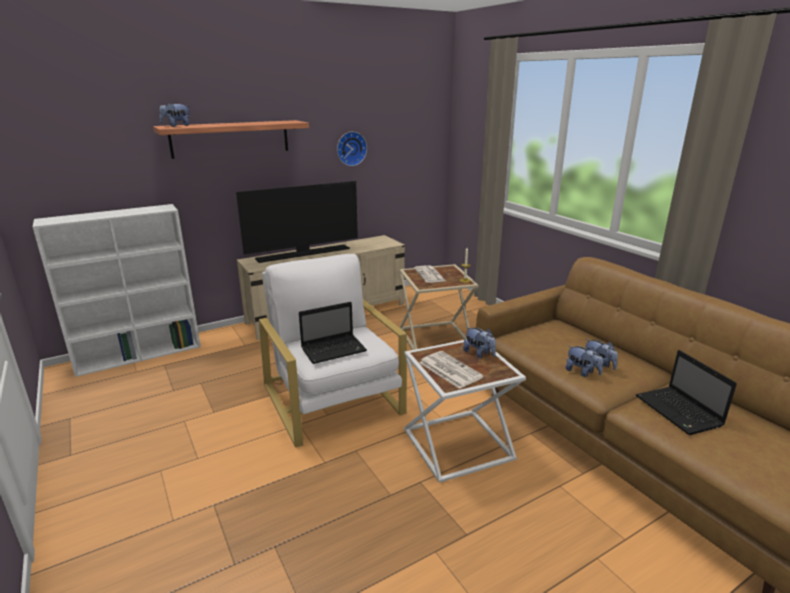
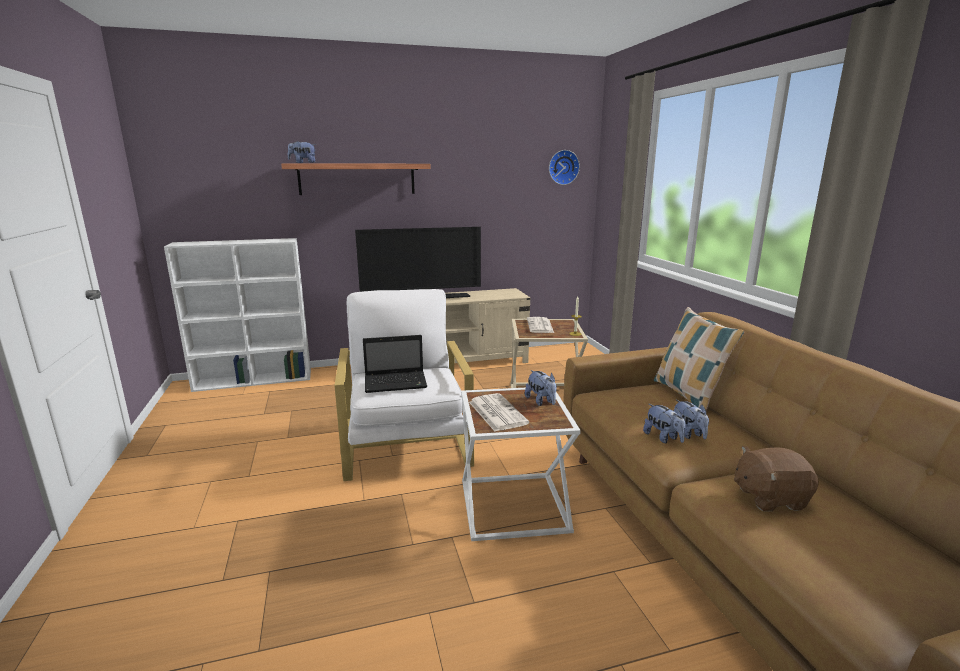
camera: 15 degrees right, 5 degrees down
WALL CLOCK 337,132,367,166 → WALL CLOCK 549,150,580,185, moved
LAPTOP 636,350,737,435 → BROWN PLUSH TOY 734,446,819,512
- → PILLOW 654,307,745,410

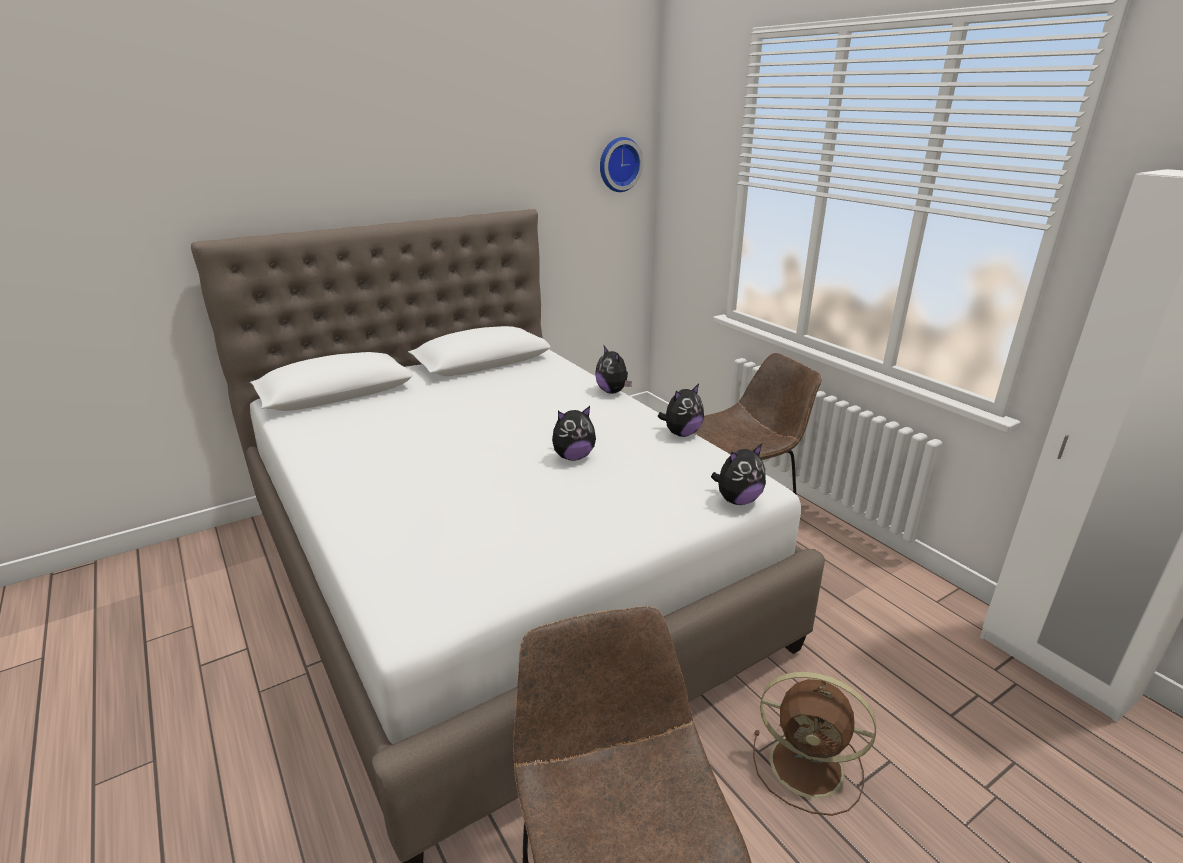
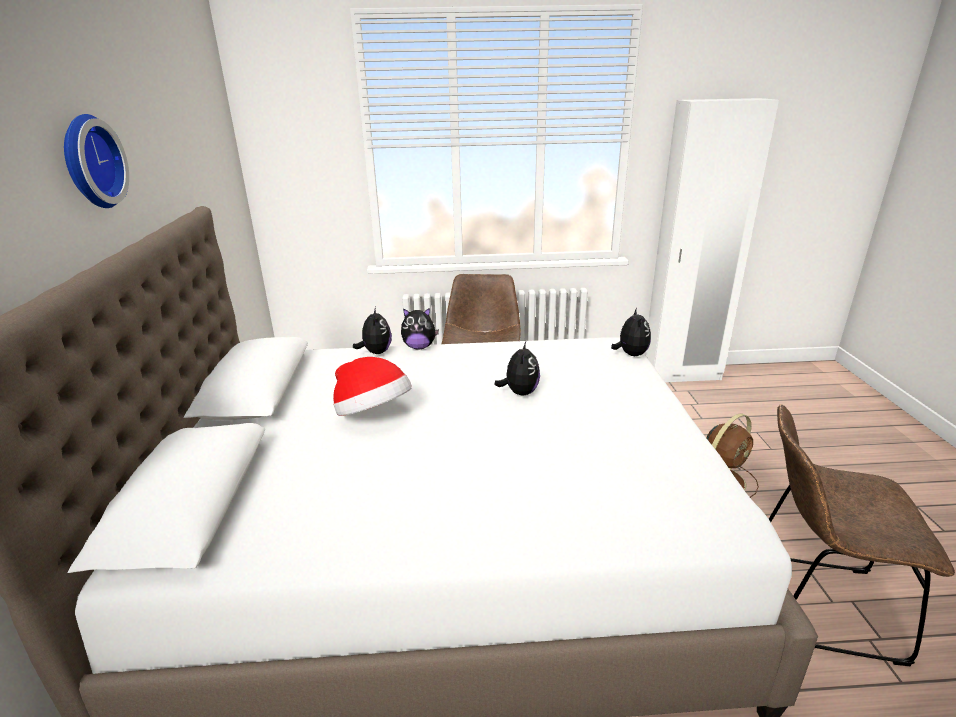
camera: 60 degrees left, 0 degrees up
WALL CLOCK 600,137,643,192 → WALL CLOCK 64,114,129,208, moved
PLUSH TOY 658,384,704,437 → PLUSH TOY 353,307,392,354, moved
- → HAT 333,357,412,416

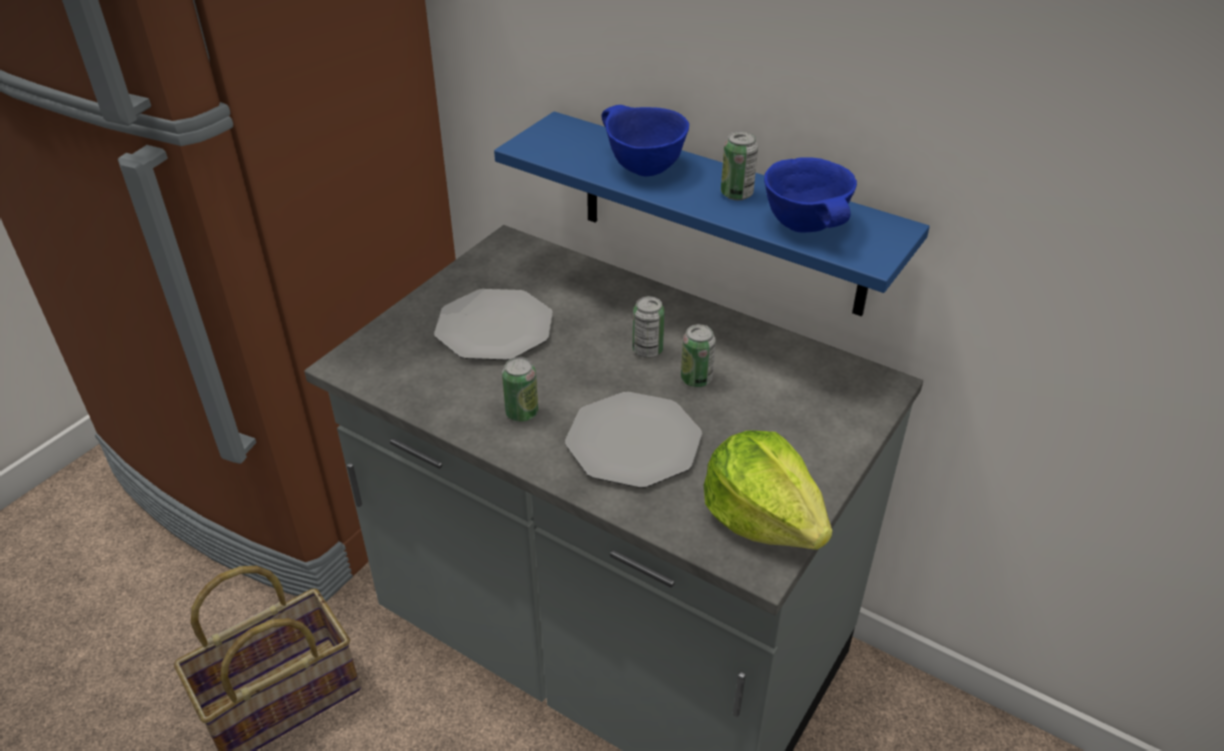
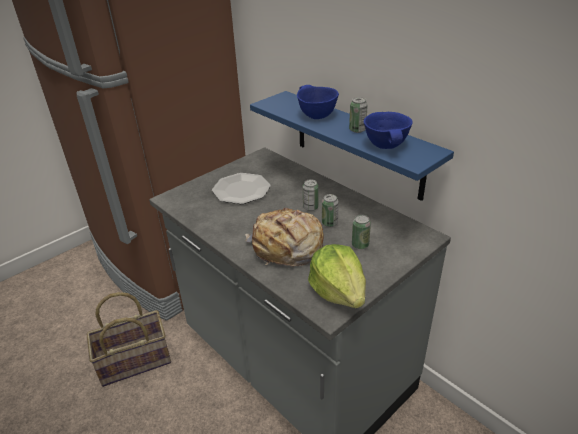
camera: 15 degrees right, 5 degrees down
CAN 502,357,538,422 → CAN 352,215,371,249, moved
PLATE 565,392,702,488 → BREAD 245,208,324,267

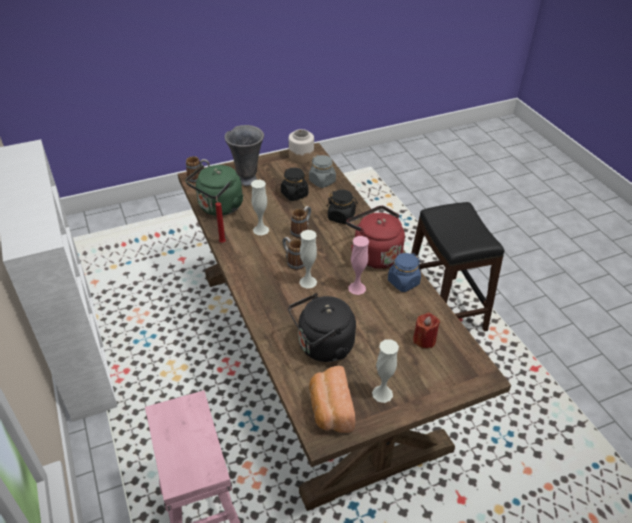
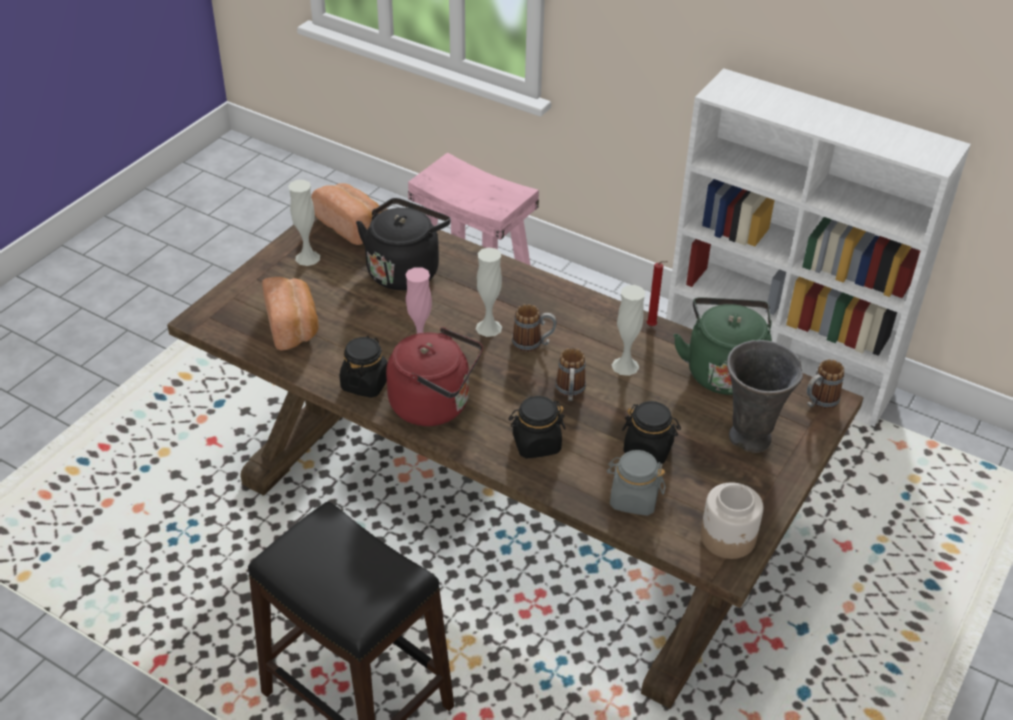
camera: 145 degrees right, 0 degrees up
BLUE JAR 388,253,421,292 → BLACK JAR 340,336,388,398
RED CANDLE 413,313,440,348 → BREAD 262,277,319,351

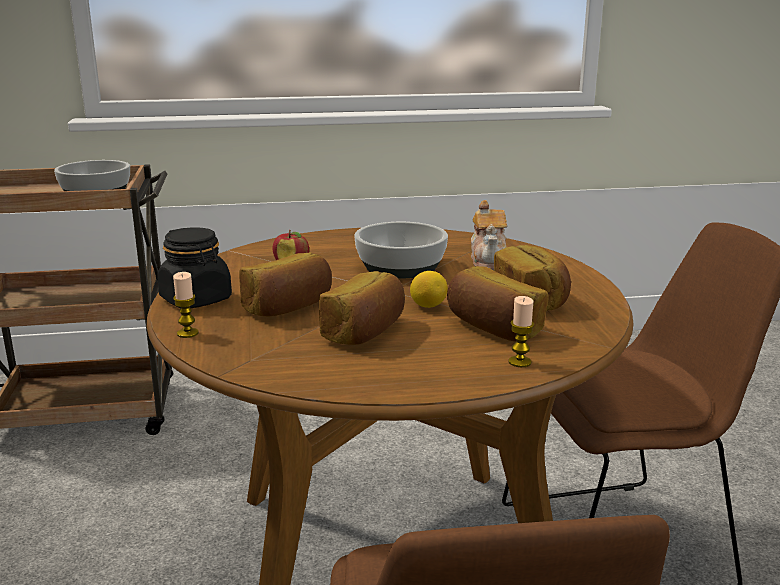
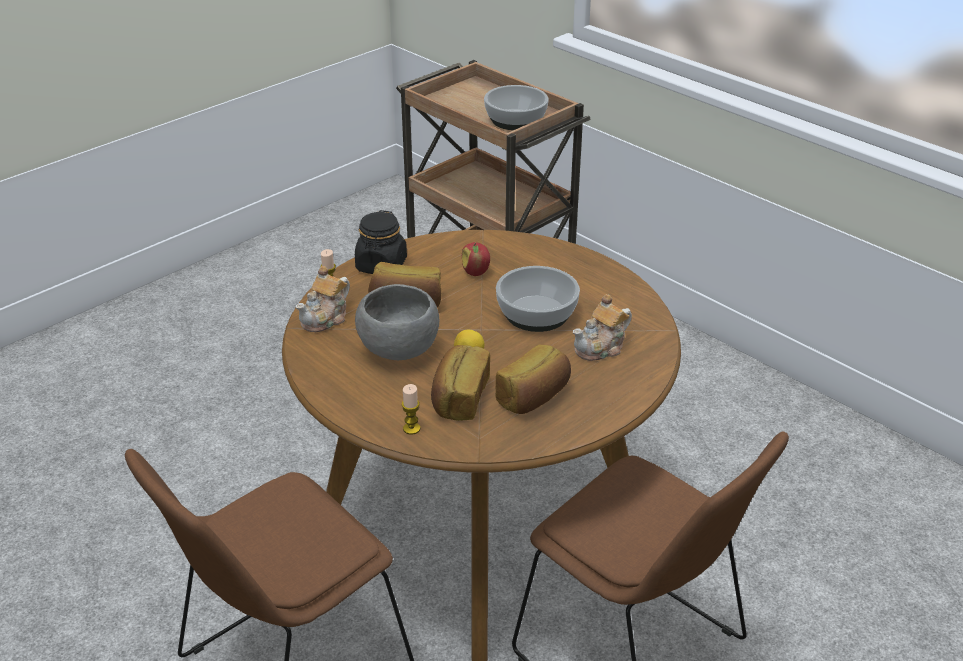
camera: 55 degrees right, 15 degrees up
BREAD 319,271,405,345 → GREY BOWL 355,284,439,360
- → TEAPOT 296,266,350,332

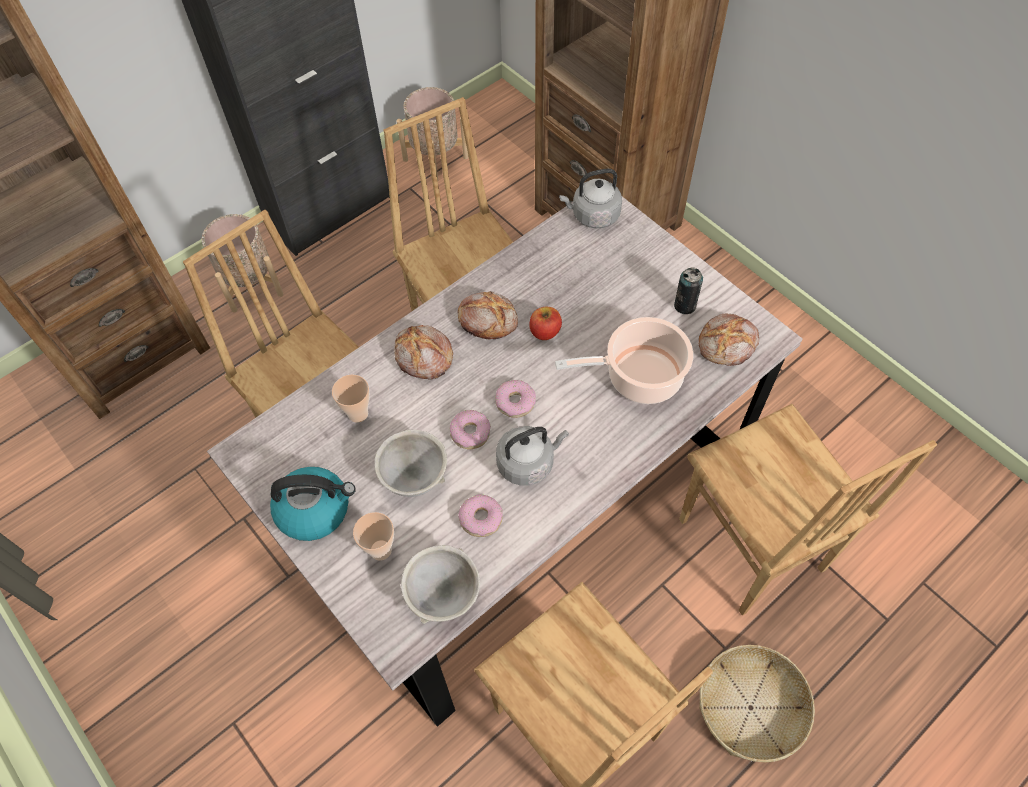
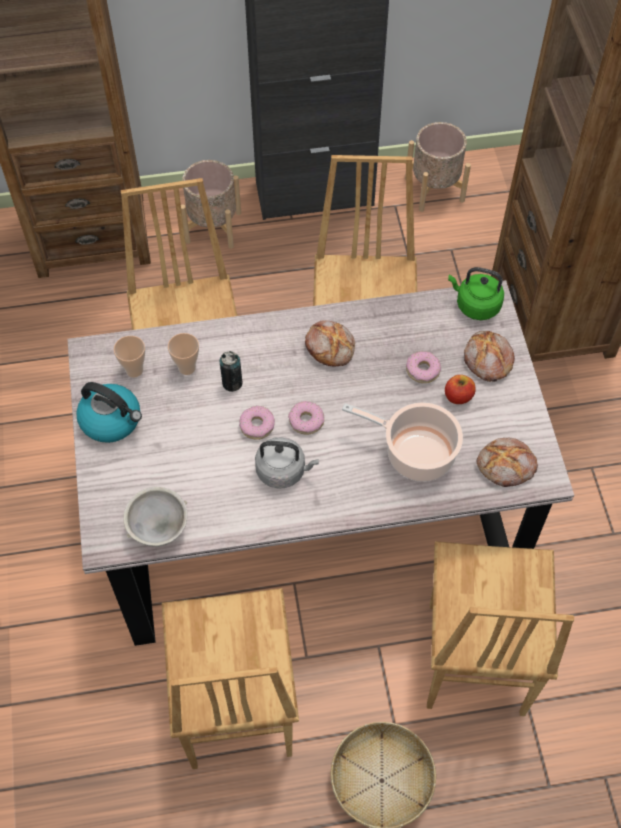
camera: 30 degrees right, 0 degrees up
CUP 353,512,394,561 → CUP 114,336,145,378, moved
GREY BOWL 374,430,447,497 → -
BREAD 394,325,453,380 → BREAD 464,331,515,382, moved
DONUT 458,494,503,537 → DONUT 406,351,441,383, moved
APPLE 529,307,562,340 → APPLE 445,375,476,404, moved
GREY KETTLE 559,169,622,228 → GREEN KETTLE 448,267,504,320
CAN 674,268,703,314 → CAN 220,351,242,392, moved

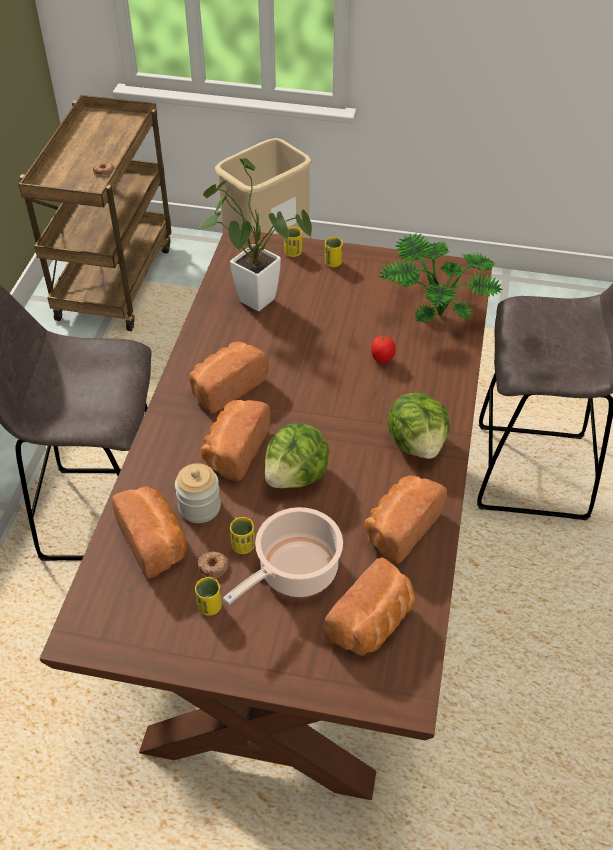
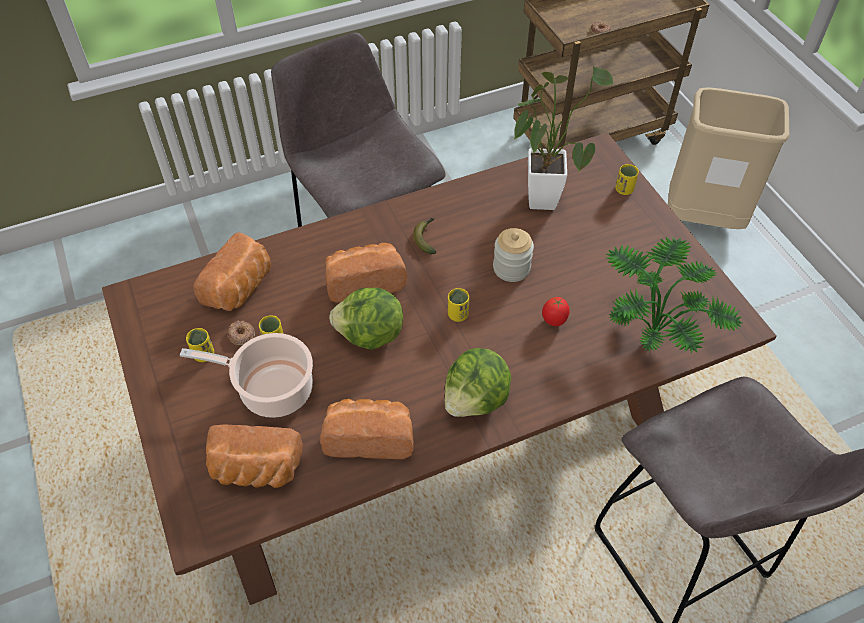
camera: 55 degrees right, 5 degrees up
JAR 175,463,221,523 → JAR 493,228,534,282, moved
BREAD 189,341,269,413 → BANANA 413,218,436,254
YELLOW CUP 325,237,343,267 → YELLOW CUP 448,288,469,322, moved

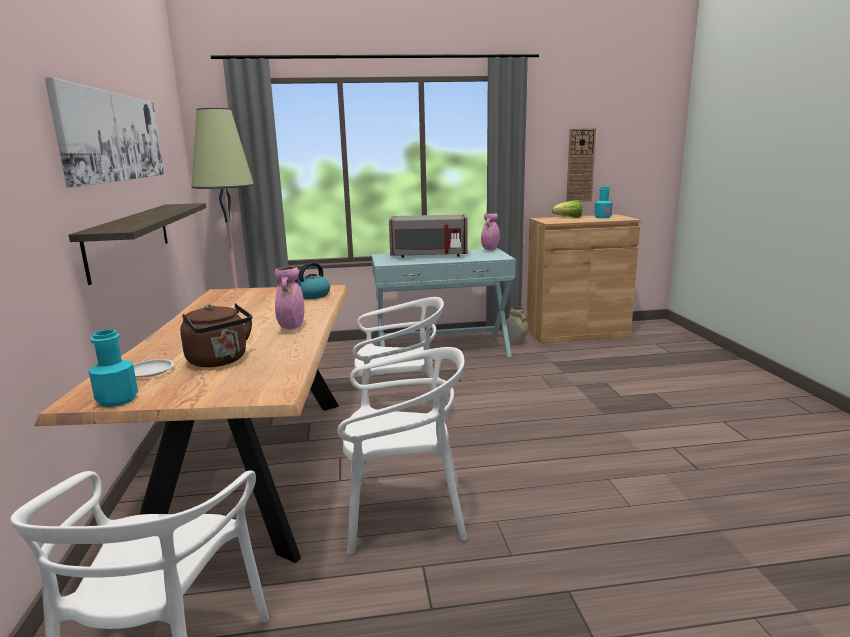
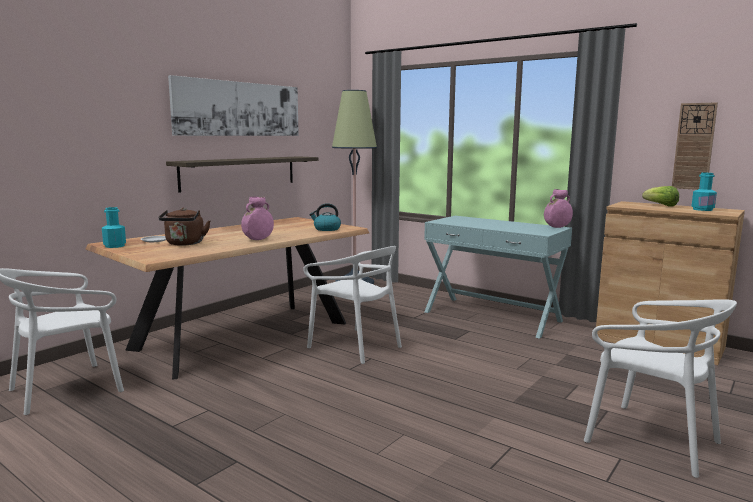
camera: 45 degrees right, 5 degrees down
WHITE CHAIR 337,347,467,554 → WHITE CHAIR 584,299,737,478, moved
GREY MICROWAVE 389,214,468,258 → -
BEIGE VASE 506,306,528,342 → -

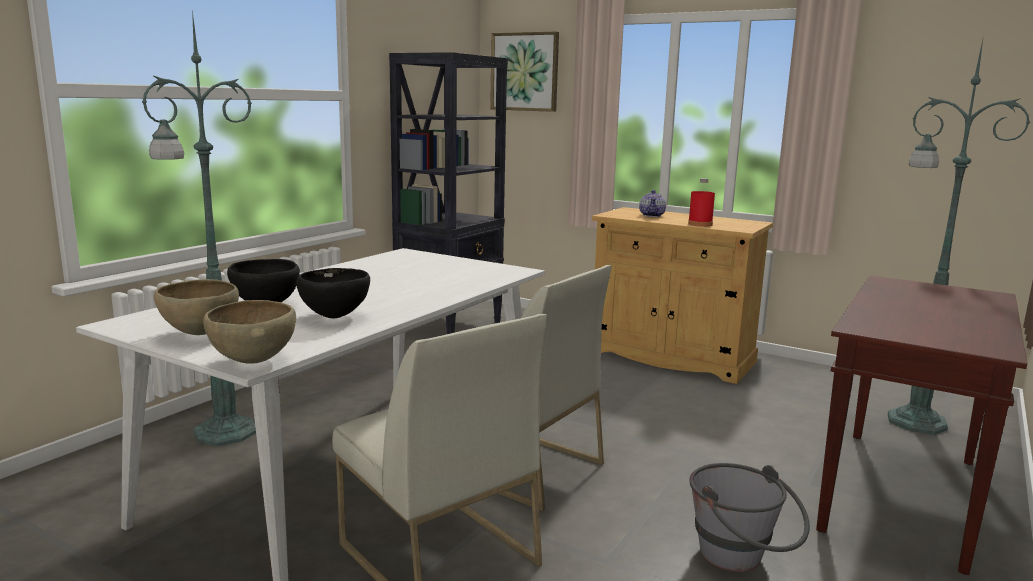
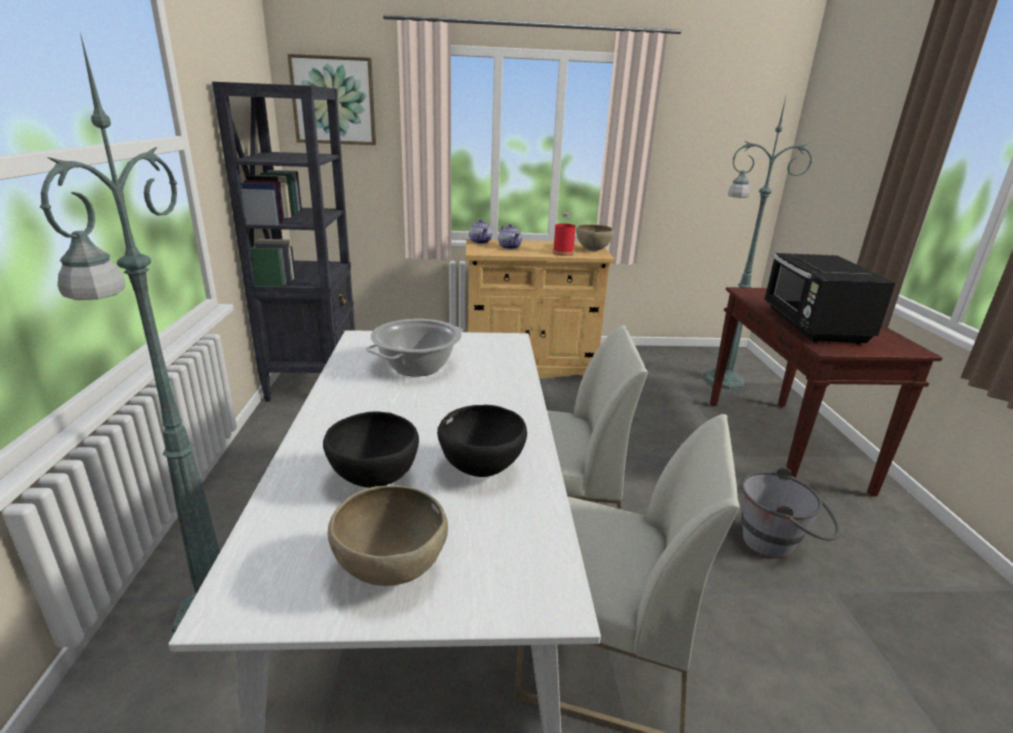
camera: 35 degrees left, 10 degrees up
BROWN BOWL 203,300,296,364 → BROWN BOWL 576,224,614,251, moved
- → COOKING POT 366,319,463,377
- → TEAPOT 469,219,492,244
- → BLACK MICROWAVE 764,253,895,344

